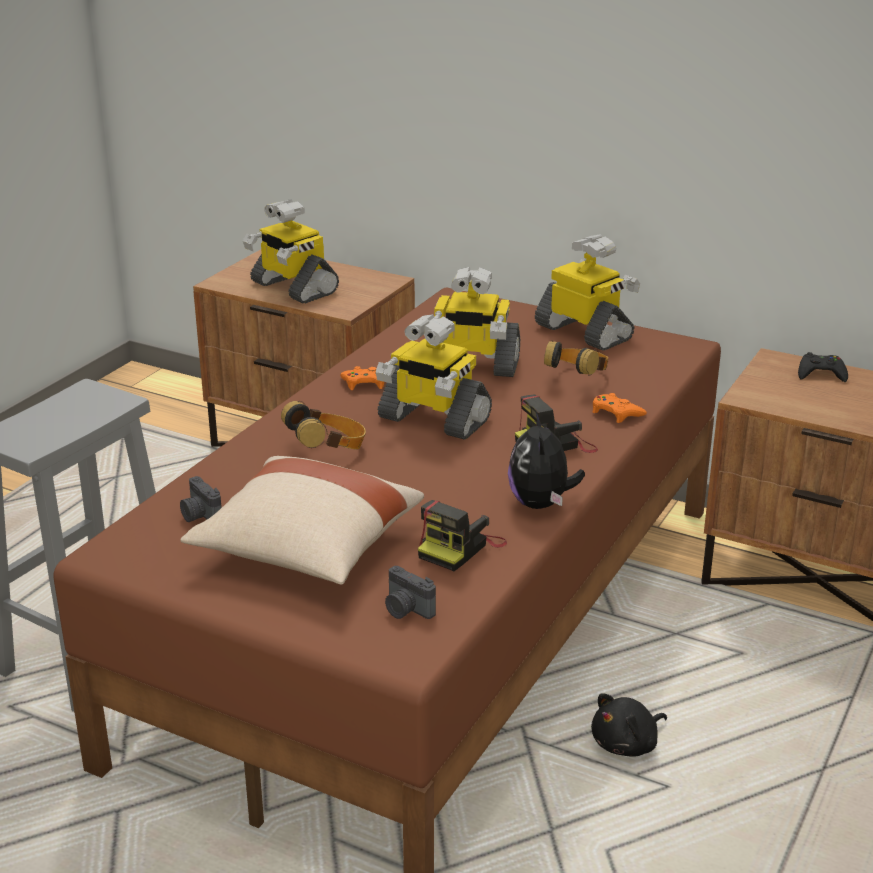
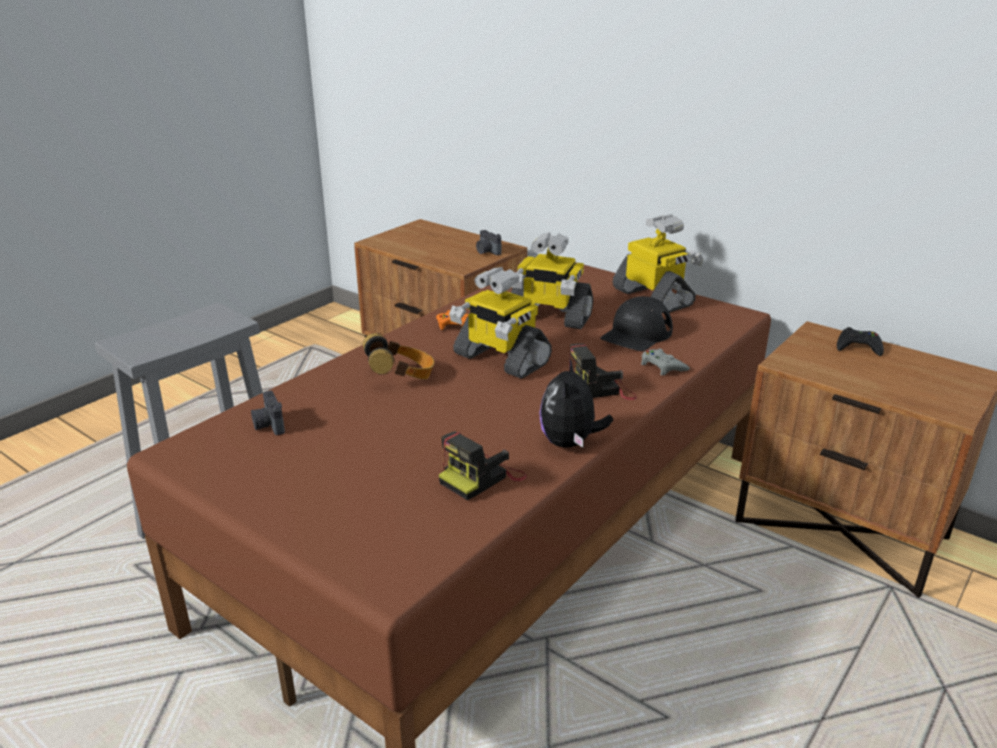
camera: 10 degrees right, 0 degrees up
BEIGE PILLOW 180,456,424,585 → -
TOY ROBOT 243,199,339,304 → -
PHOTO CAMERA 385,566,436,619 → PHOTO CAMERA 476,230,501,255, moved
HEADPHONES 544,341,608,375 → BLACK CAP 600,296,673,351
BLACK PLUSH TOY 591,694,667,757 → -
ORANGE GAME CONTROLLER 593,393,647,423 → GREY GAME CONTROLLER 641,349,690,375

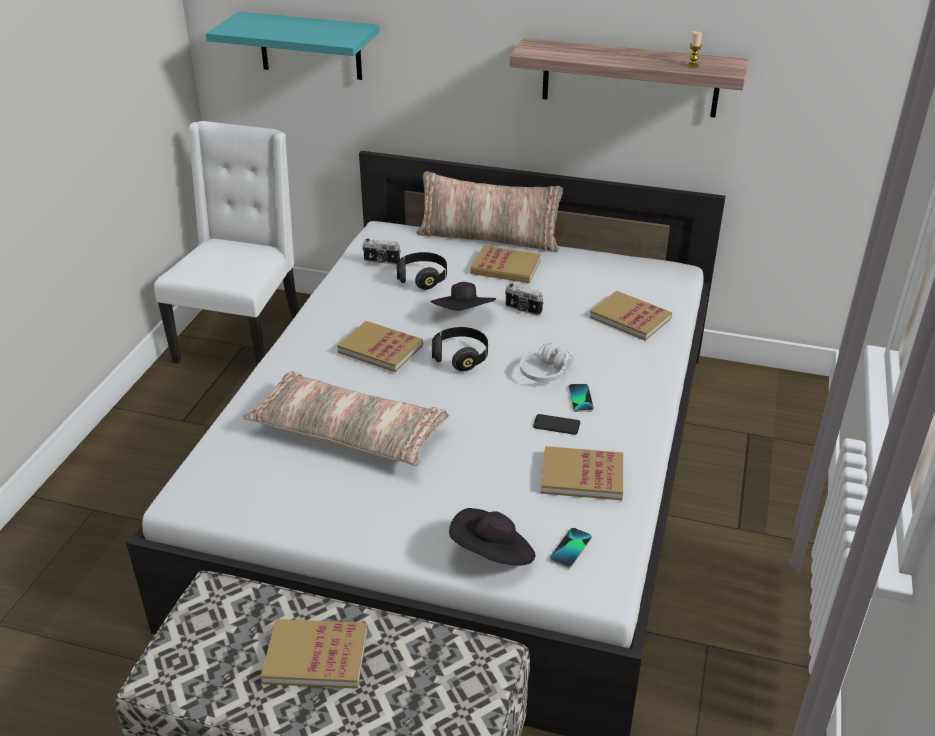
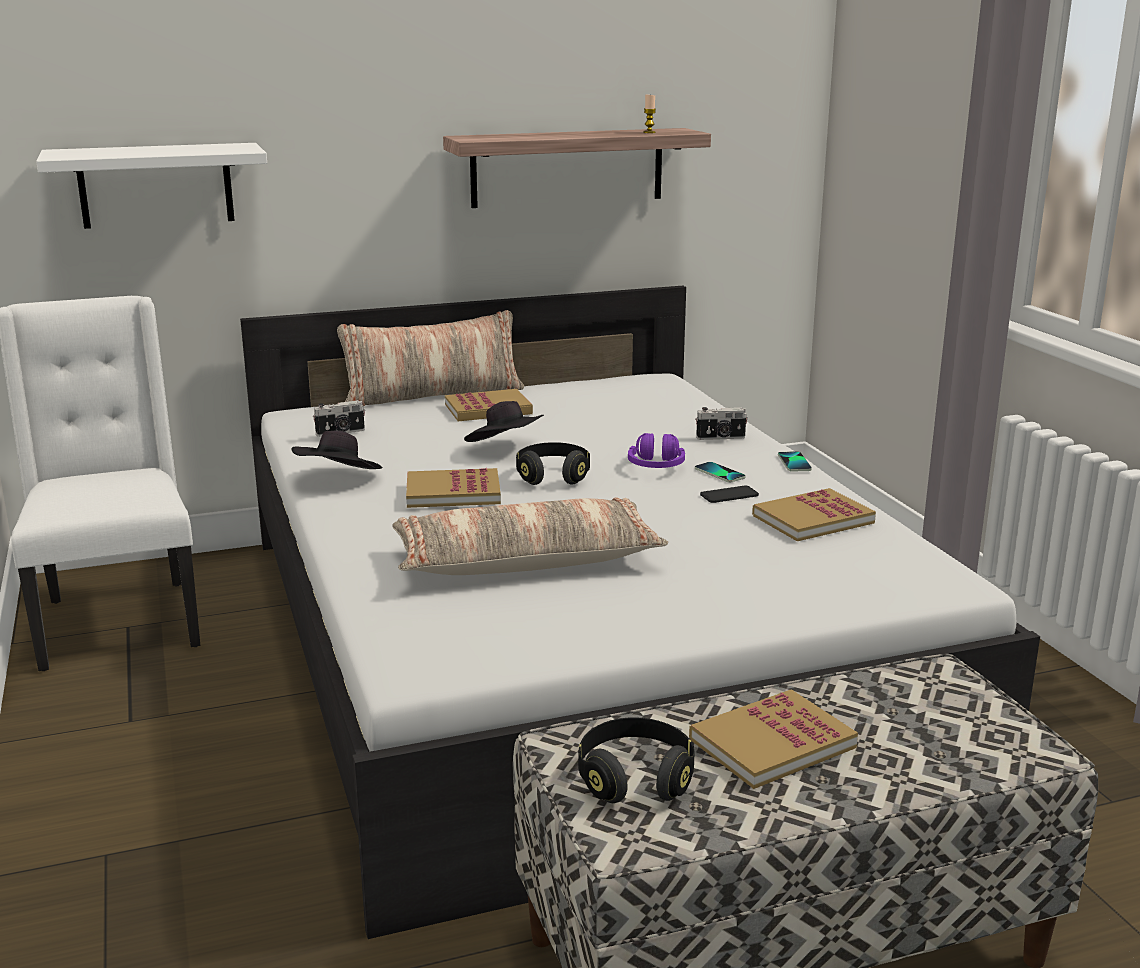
camera: 35 degrees left, 15 degrees down
TURQUOISE SHELF 206,12,380,80 → WHITE SHELF 36,143,267,229
BLACK HEADPHONES 397,252,447,290 → BLACK HEADPHONES 578,717,695,803, moved
BLACK HAT 449,508,535,566 → BLACK HAT 291,430,382,469, moved
PHOTO CAMERA 505,283,544,316 → PHOTO CAMERA 695,407,748,440, moved
WHITE HEADPHONES 520,343,573,382 → PURPLE HEADPHONES 628,433,685,468
PHONE 550,528,592,569 → PHONE 778,451,812,472, moved
BOOK 590,291,672,341 → -

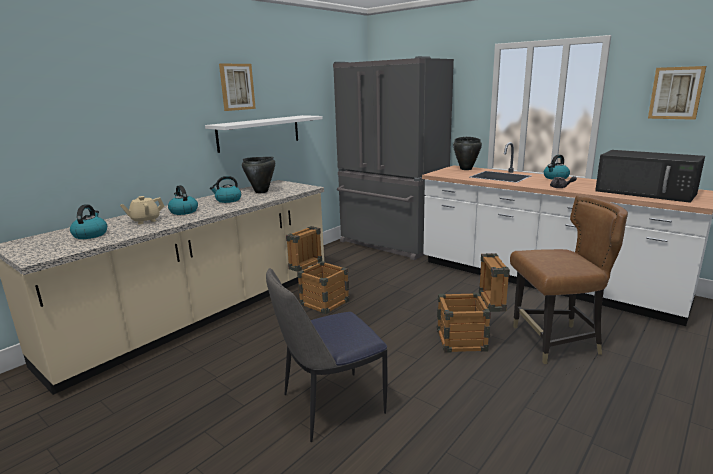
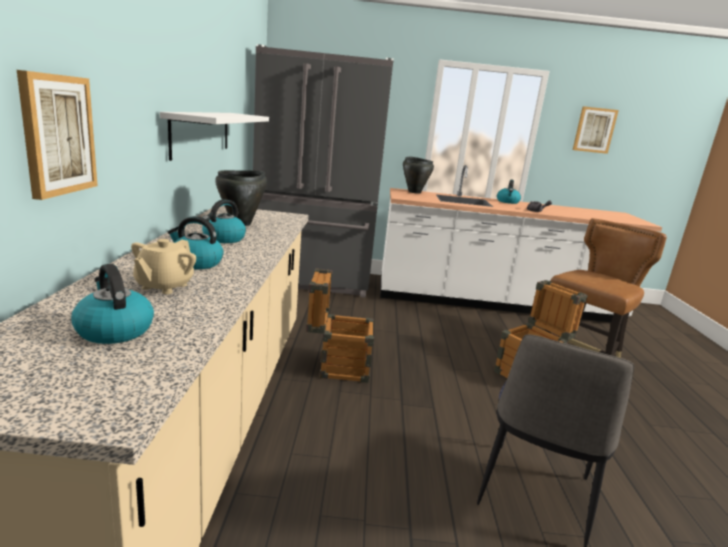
camera: 40 degrees left, 0 degrees up
PICTURE 219,64,256,111 → PICTURE 17,70,98,200, moved
BLACK MICROWAVE 595,150,705,203 → -

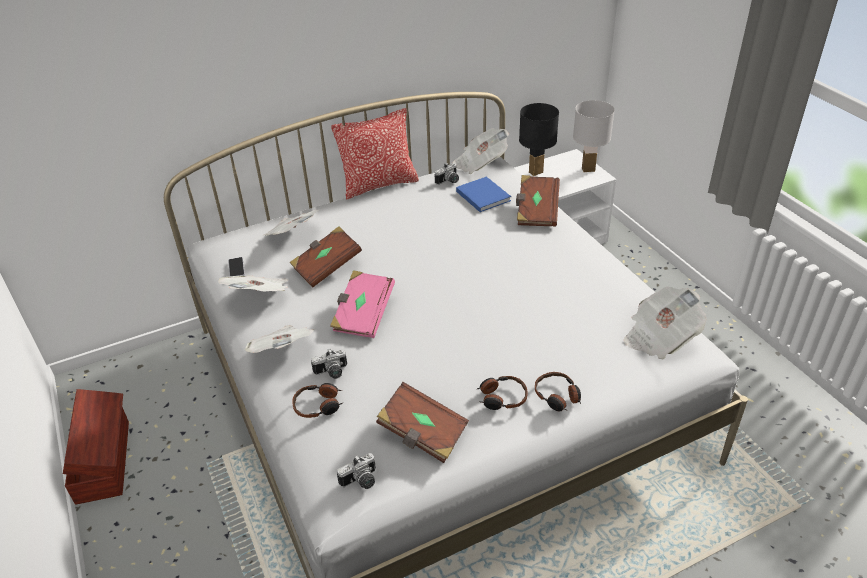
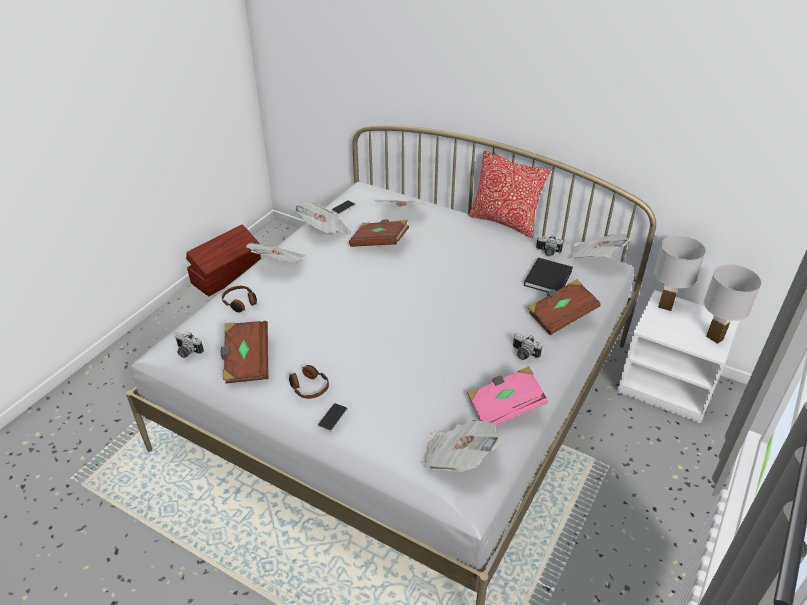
camera: 55 degrees right, 0 degrees up
PHOTO CAMERA 311,349,347,379 → PHOTO CAMERA 513,333,542,360, moved
PINK BOOK 330,270,395,338 → PINK BOOK 467,366,548,425, moved
BLUE BOOK 456,176,511,212 → BLACK BOOK 524,257,573,293
BLACK TABLE LAMP 519,103,559,176 → WHITE TABLE LAMP 654,235,706,311
HEADPHONES 535,372,581,412 → PHONE 318,403,348,431

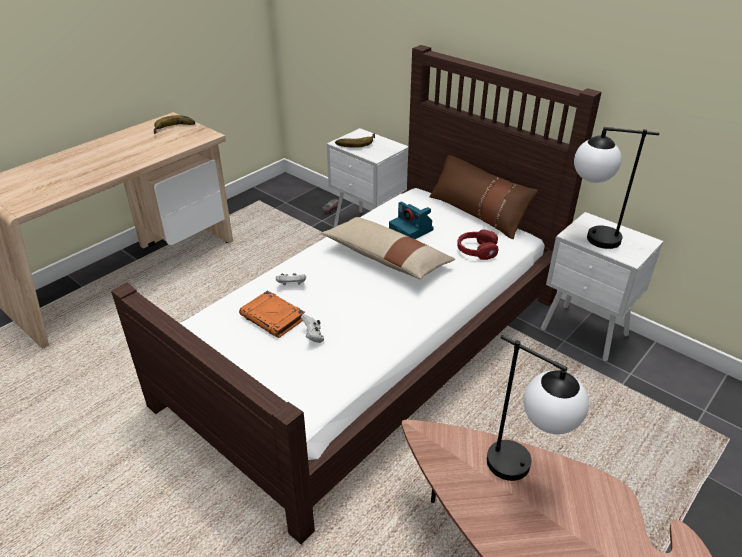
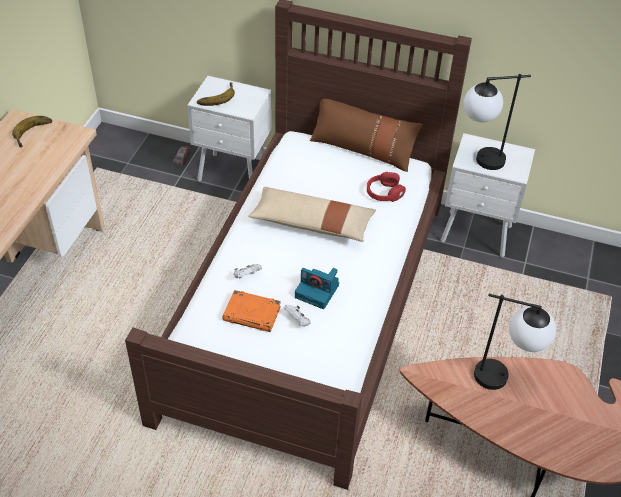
camera: 25 degrees left, 10 degrees up
PHOTO CAMERA 389,202,434,239 → PHOTO CAMERA 295,268,339,309, moved

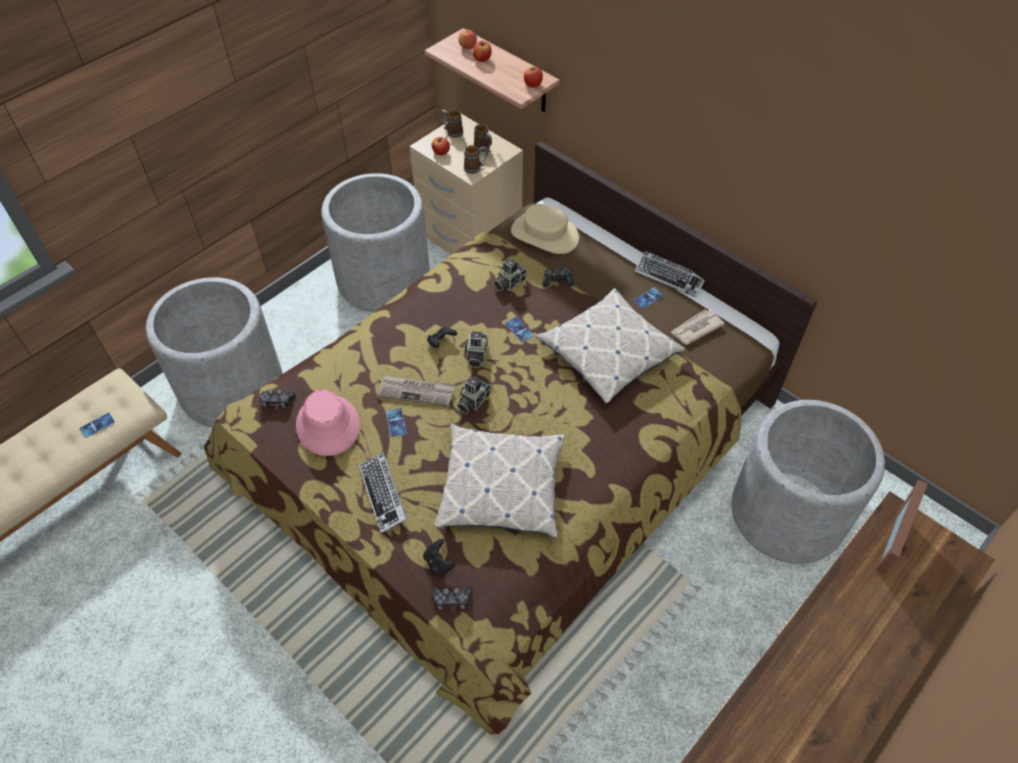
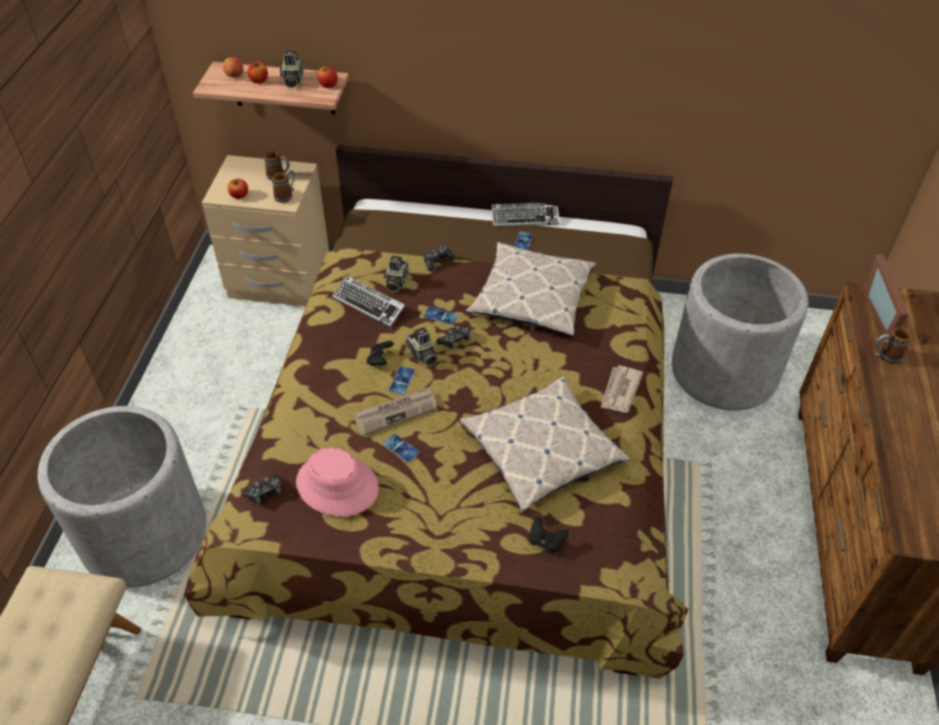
camera: 35 degrees left, 5 degrees down
PHONE 80,413,115,438 → PHONE 389,366,415,395, moved
GREY PLANTER 321,173,430,312 → -
KEYBOARD 359,452,407,534 → KEYBOARD 332,276,405,327, moved
GAME CONTROLLER 431,587,472,610 → GAME CONTROLLER 436,326,471,349, moved
MUG 440,110,463,138 → MUG 875,327,911,364, moved
PHOTO CAMERA 457,377,490,414 → PHOTO CAMERA 280,51,303,88, moved
BEIGE HAT 511,204,579,254 → -
NEWSPAPER 670,309,725,345 → NEWSPAPER 601,366,643,413, moved

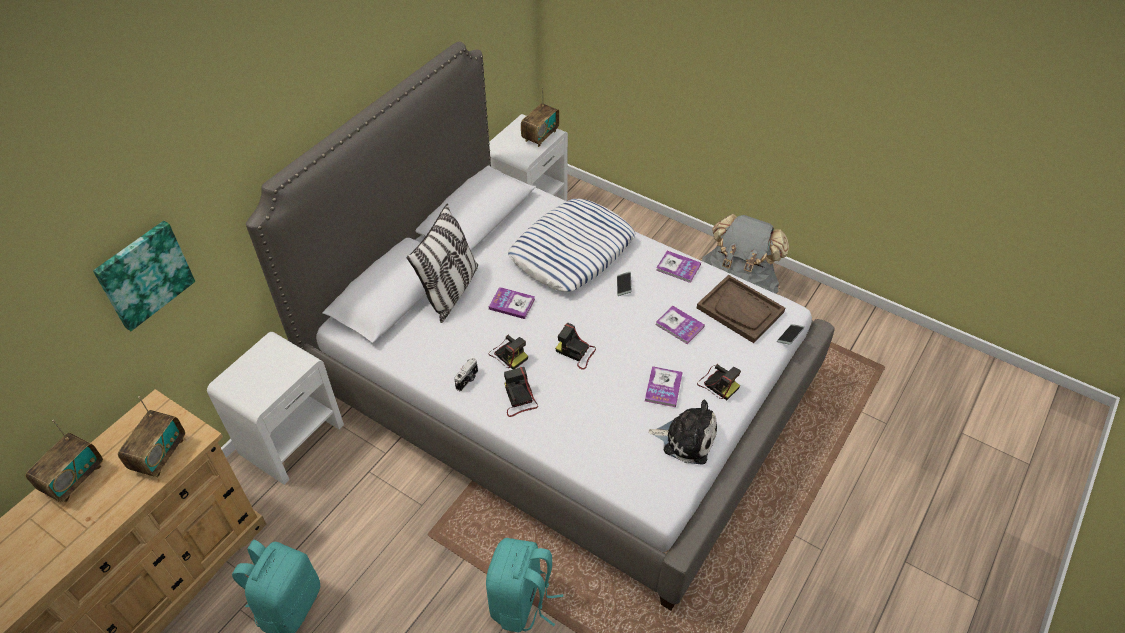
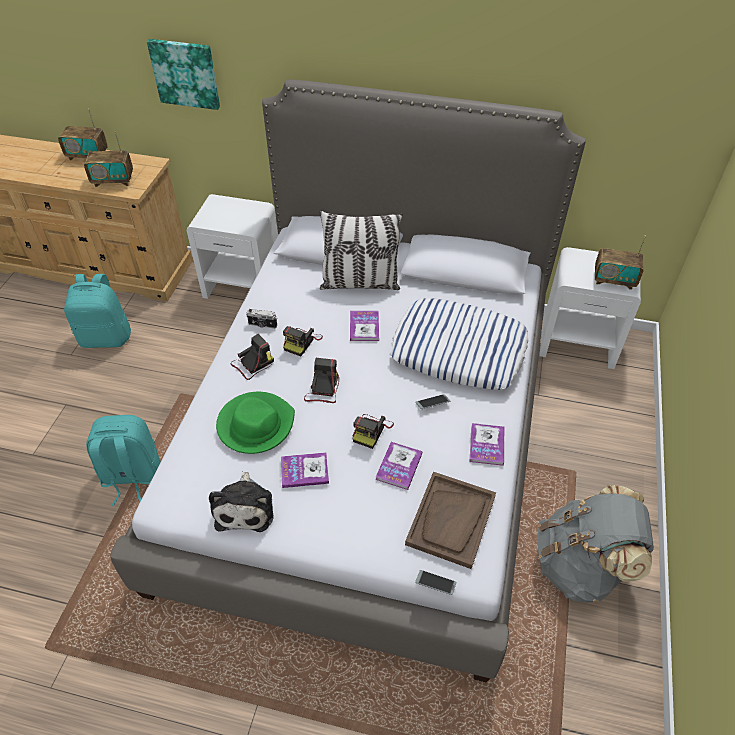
camera: 70 degrees right, 0 degrees up
PHOTO CAMERA 697,364,741,400 → PHOTO CAMERA 352,414,394,449, moved
- → GREEN HAT 216,392,295,454

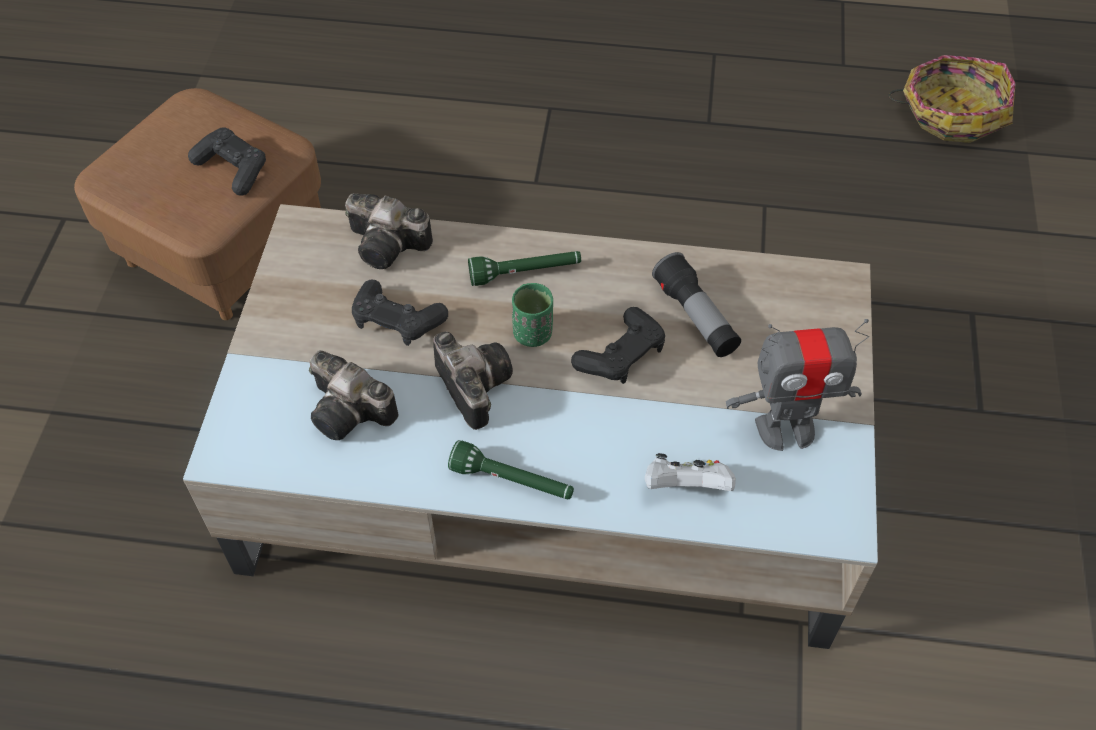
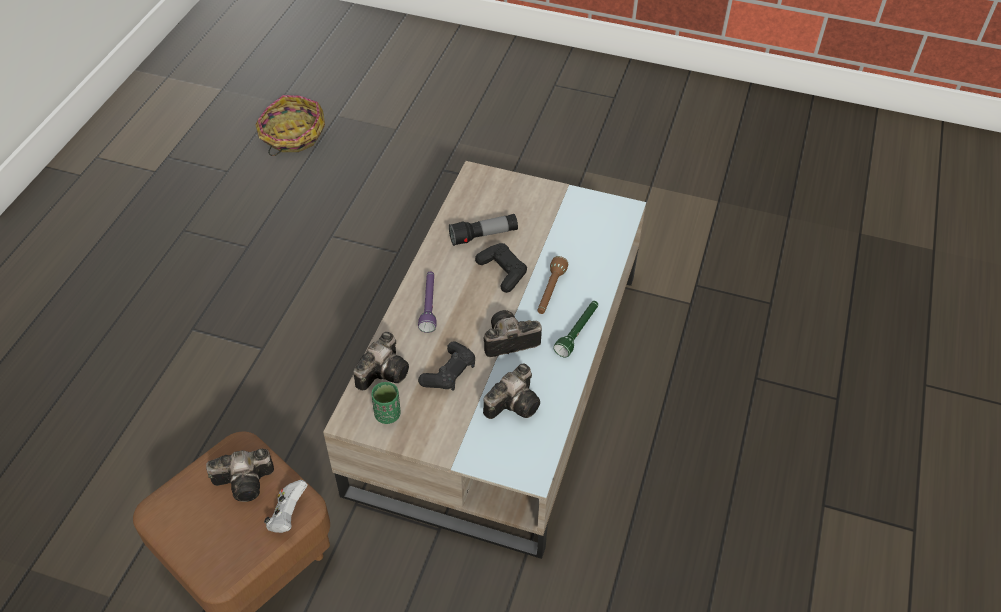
camera: 80 degrees left, 5 degrees down
BLACK GAME CONTROLLER 188,127,266,196 → PHOTO CAMERA 206,449,274,502
GREEN FLASHLIGHT 468,251,581,286 → PURPLE FLASHLIGHT 418,271,437,333
GREEN CUP 512,283,553,347 → GREEN CUP 371,382,401,424, moved
WHITE GAME CONTROLLER 645,453,736,491 → WHITE GAME CONTROLLER 264,480,308,533, moved
TOY ROBOT 726,319,869,451 → -
- → BROWN FLASHLIGHT 538,256,568,314

